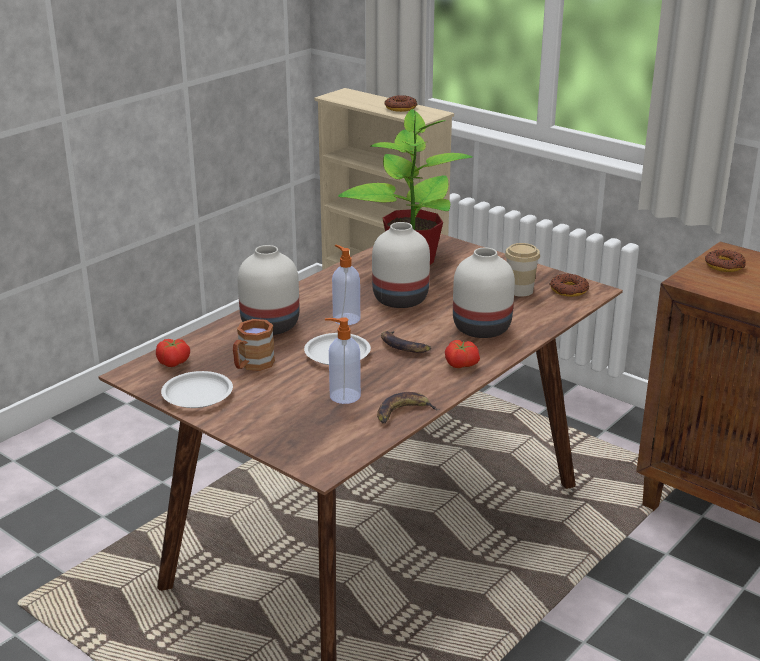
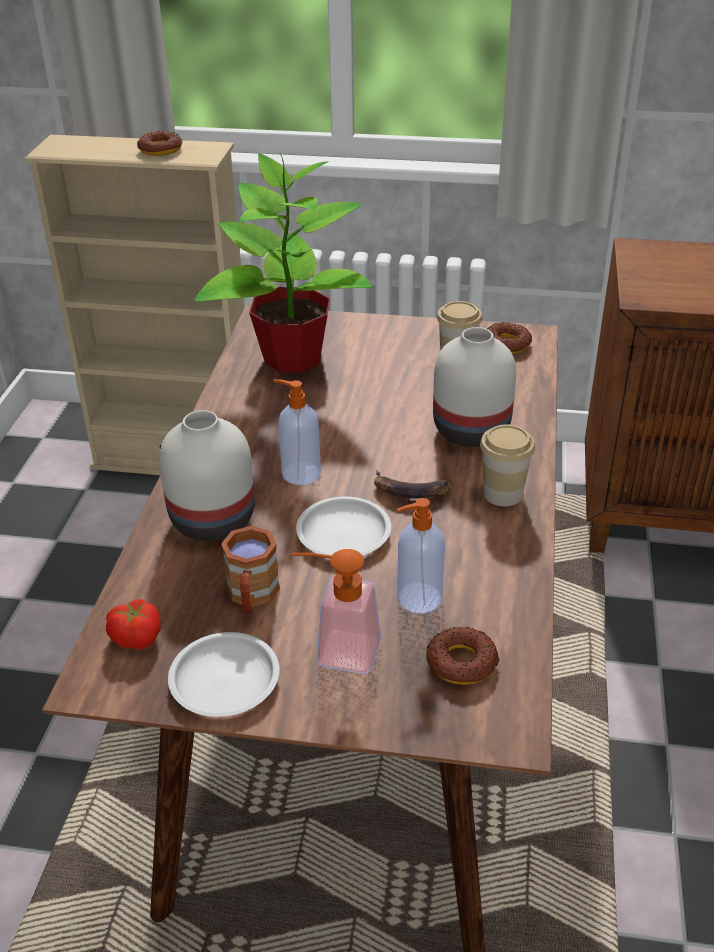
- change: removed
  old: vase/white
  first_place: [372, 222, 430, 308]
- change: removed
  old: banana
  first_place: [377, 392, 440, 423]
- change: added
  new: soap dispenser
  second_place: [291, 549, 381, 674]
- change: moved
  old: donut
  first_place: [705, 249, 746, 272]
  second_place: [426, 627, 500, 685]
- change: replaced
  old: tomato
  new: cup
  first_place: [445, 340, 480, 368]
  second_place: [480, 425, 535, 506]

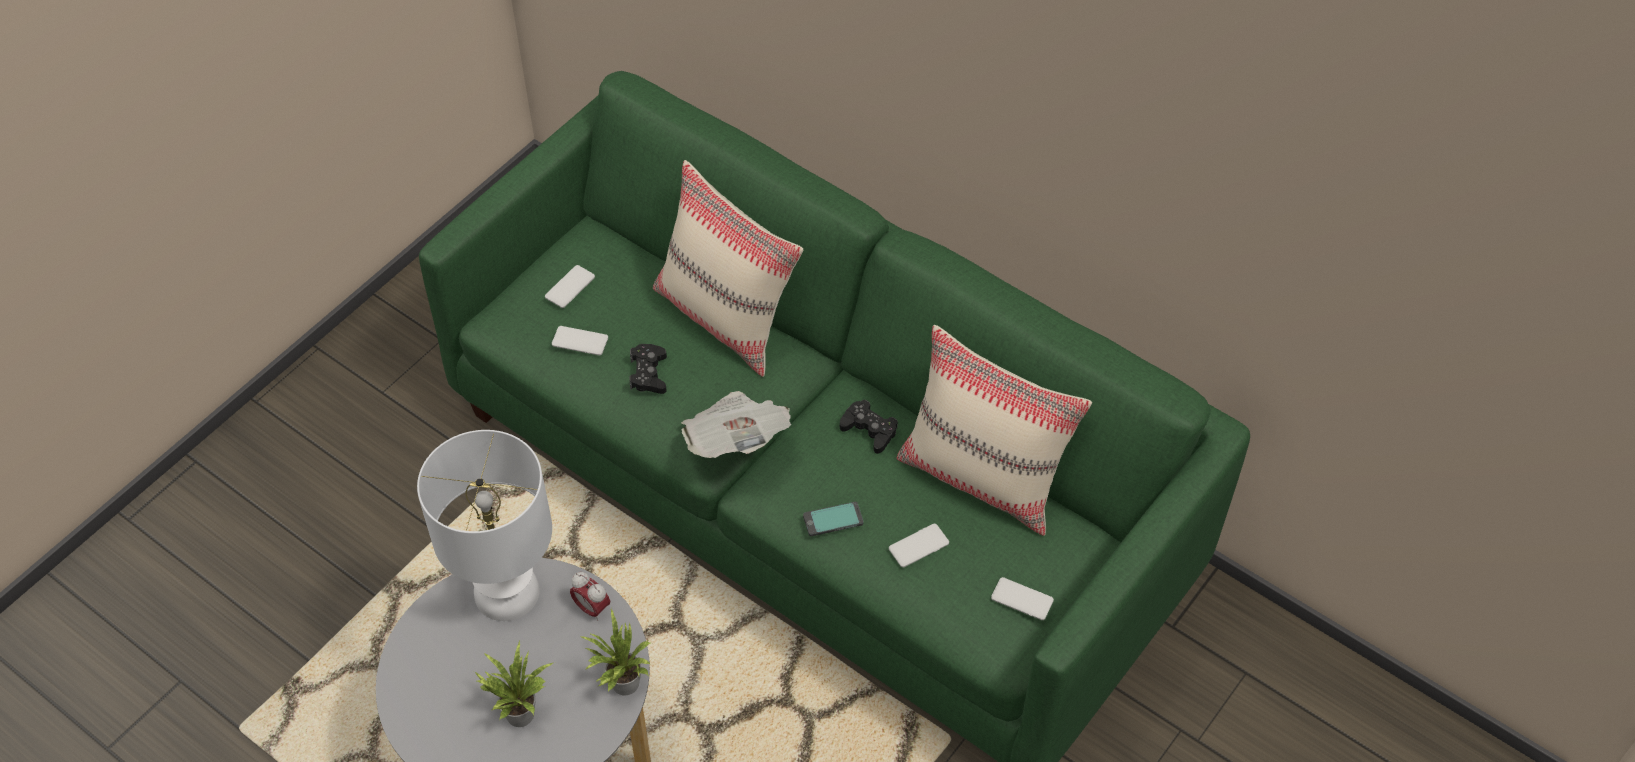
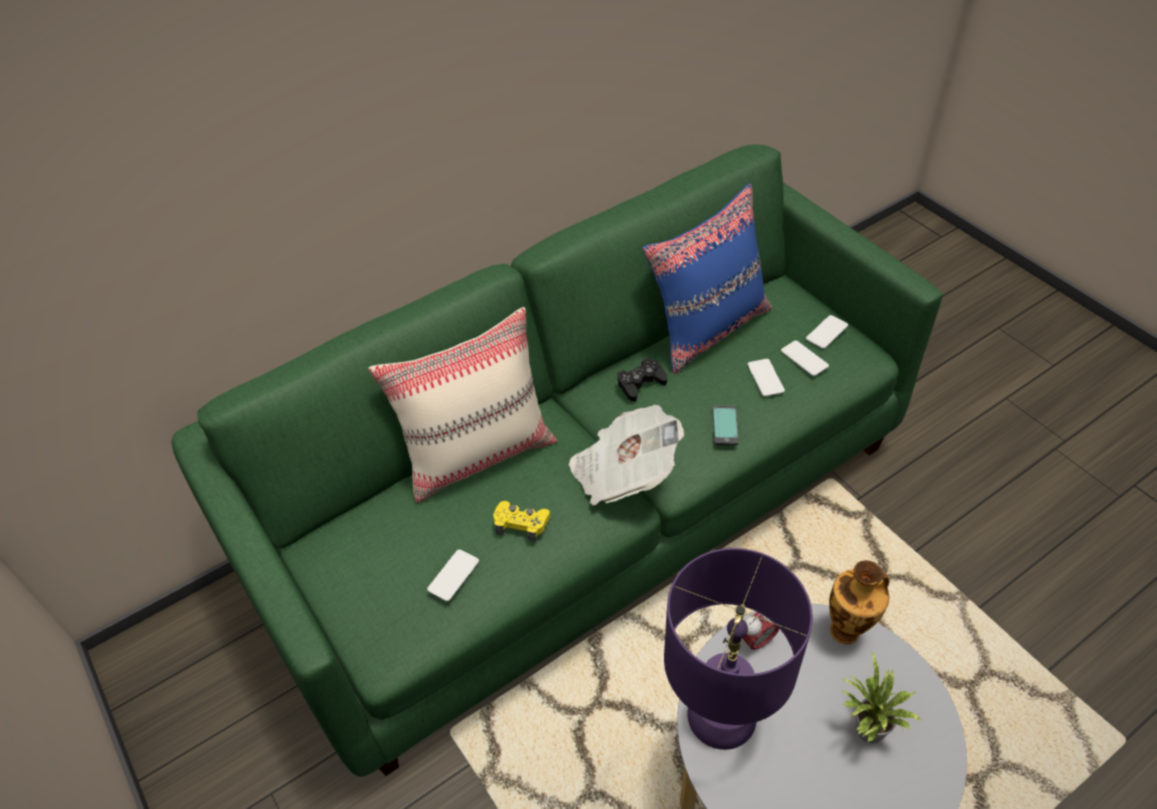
- change: moved
  old: phone
  first_place: [545, 265, 595, 308]
  second_place: [781, 341, 829, 376]
- change: replaced
  old: potted plant
  new: vase
  first_place: [581, 609, 652, 695]
  second_place: [829, 560, 889, 644]
- change: recoloured
  old: table lamp/white
  new: table lamp/purple
  first_place: [417, 430, 552, 621]
  second_place: [664, 548, 813, 750]
- change: recoloured
  old: game controller/black
  new: game controller/yellow
  first_place: [630, 344, 667, 394]
  second_place: [493, 501, 550, 542]
- change: recoloured
  old: pillow/beige
  new: pillow/blue
  first_place: [897, 325, 1092, 536]
  second_place: [642, 183, 772, 374]

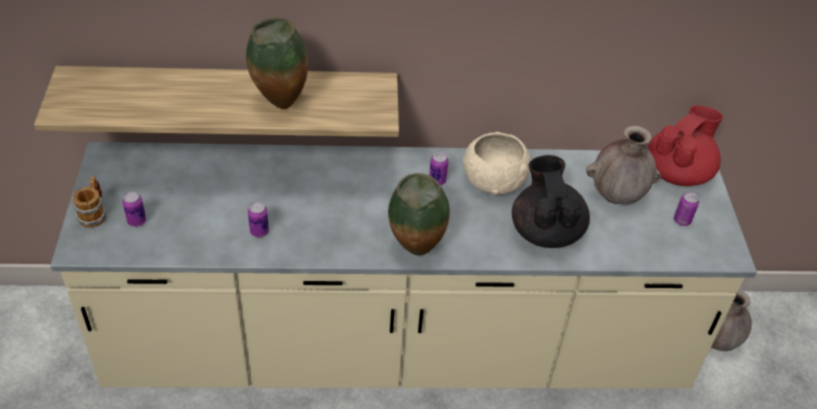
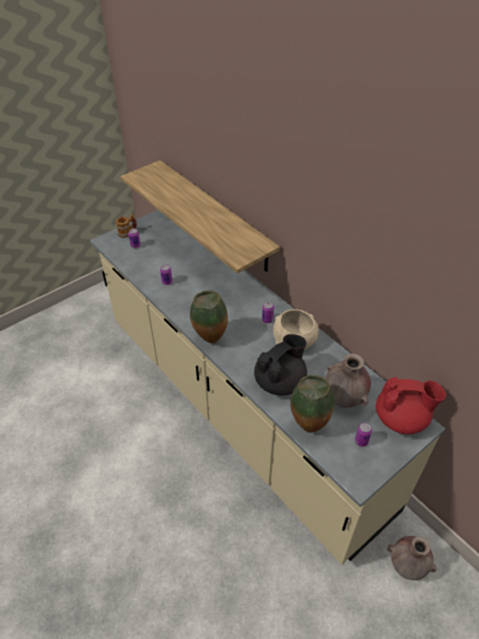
- change: moved
  old: vase
  first_place: [246, 17, 308, 109]
  second_place: [290, 375, 334, 433]

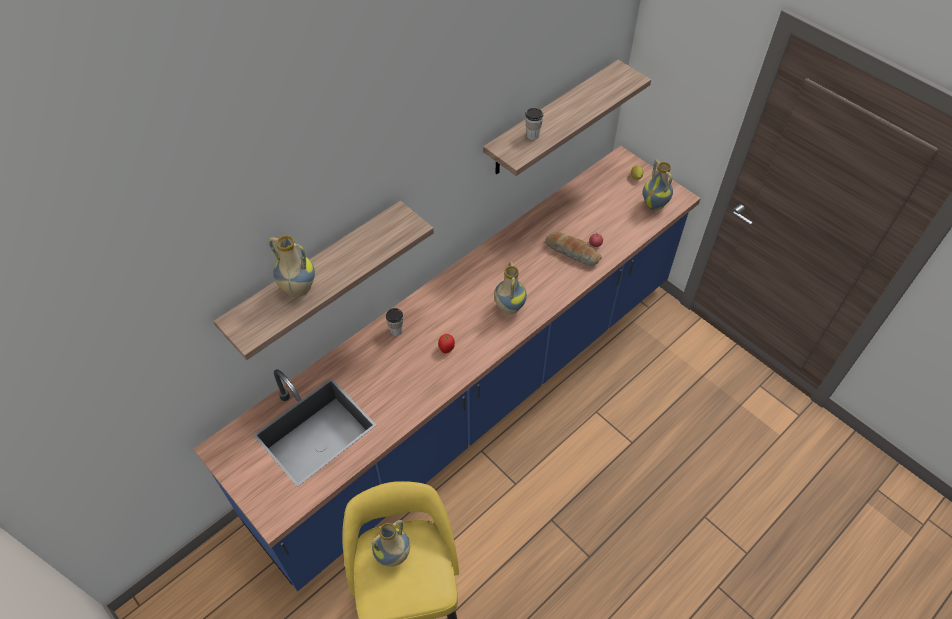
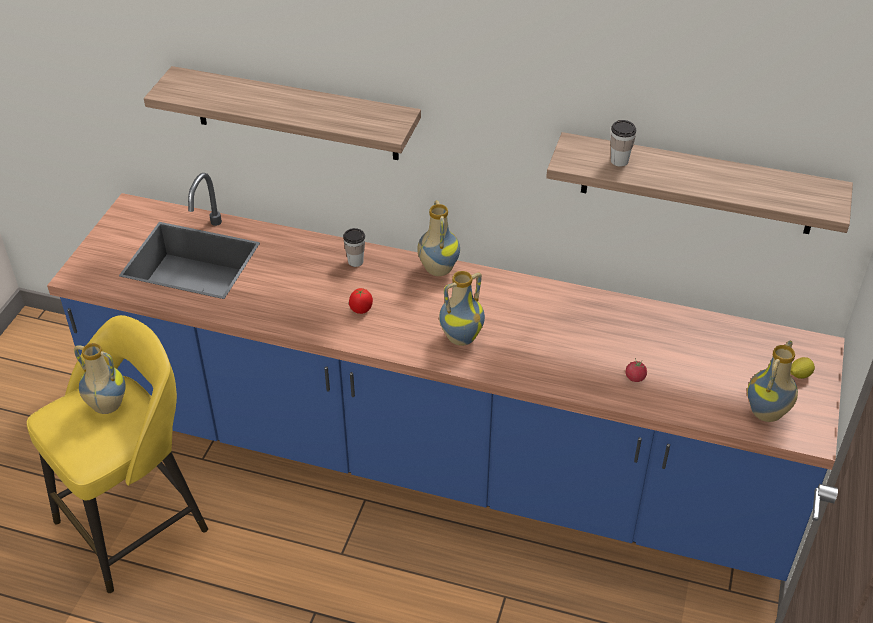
- change: removed
  old: bread
  first_place: [545, 232, 602, 266]
- change: moved
  old: vase
  first_place: [268, 235, 315, 297]
  second_place: [417, 200, 460, 276]

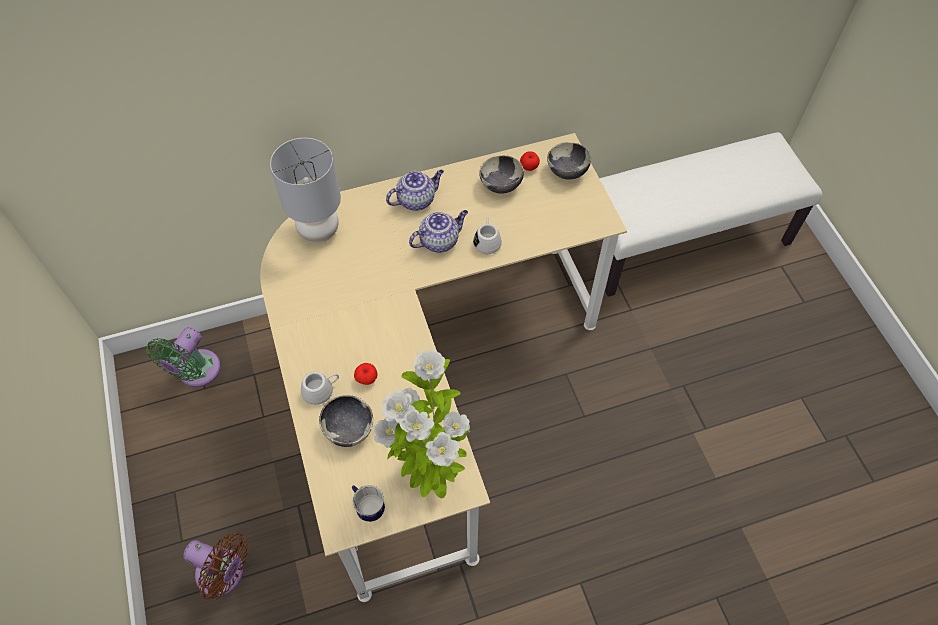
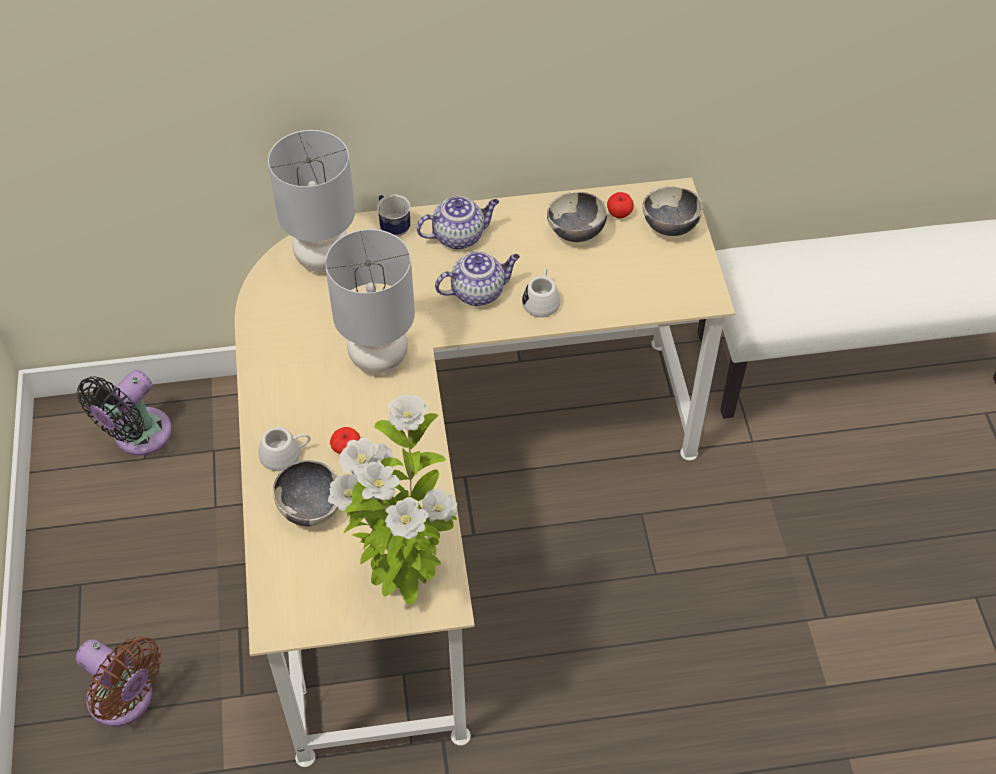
- change: added
  new: table lamp/grey
  second_place: [325, 229, 415, 374]
- change: moved
  old: mug
  first_place: [352, 485, 385, 522]
  second_place: [377, 195, 411, 237]
- change: recoloured
  old: fan/green
  new: fan/black
  first_place: [146, 327, 221, 387]
  second_place: [77, 370, 172, 456]

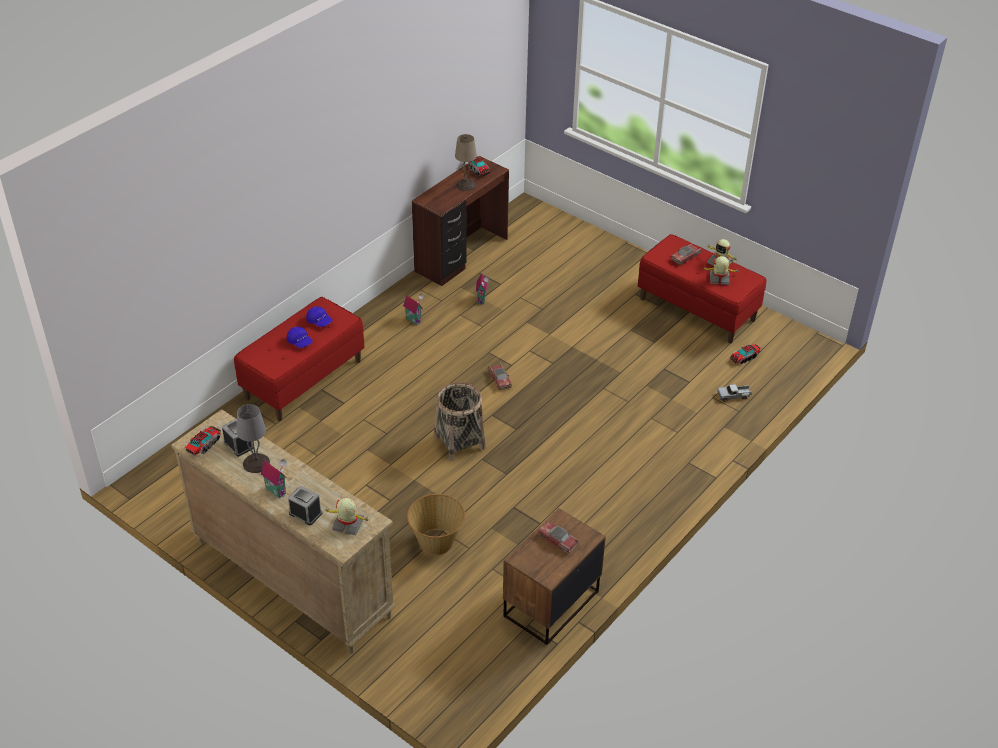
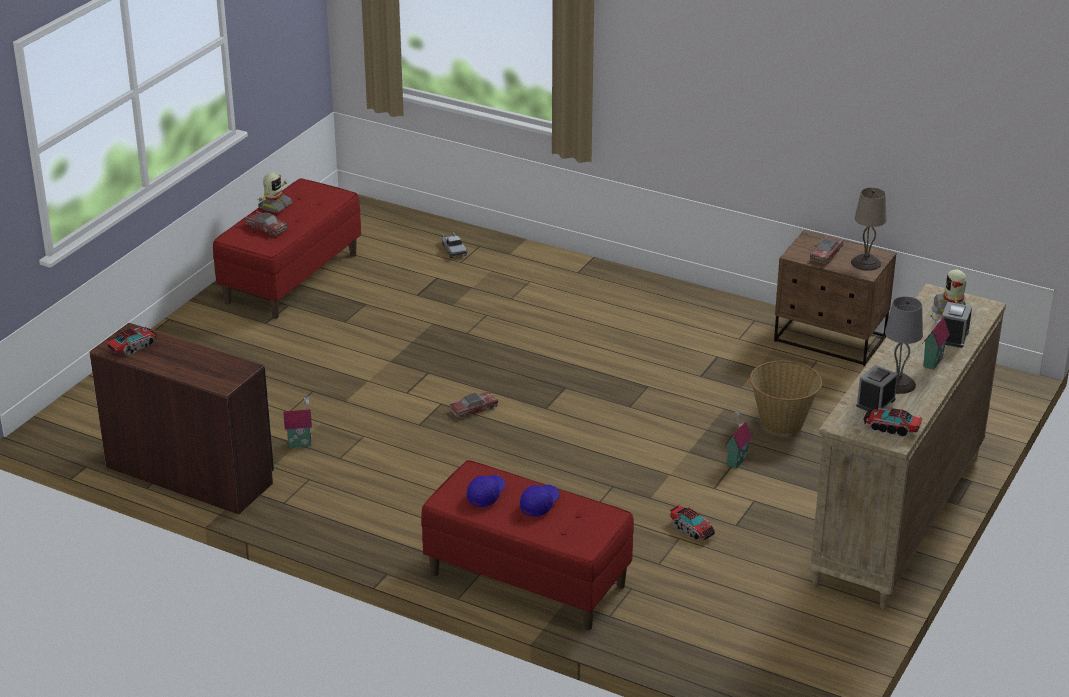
- change: removed
  old: basket
  first_place: [434, 382, 486, 461]
- change: removed
  old: toy robot
  first_place: [703, 256, 738, 285]
- change: moved
  old: toy house
  first_place: [403, 294, 424, 325]
  second_place: [725, 411, 752, 469]
- change: moved
  old: table lamp/beige
  first_place: [455, 134, 477, 191]
  second_place: [851, 188, 887, 271]
- change: moved
  old: toy truck
  first_place: [730, 344, 761, 364]
  second_place: [669, 504, 715, 540]

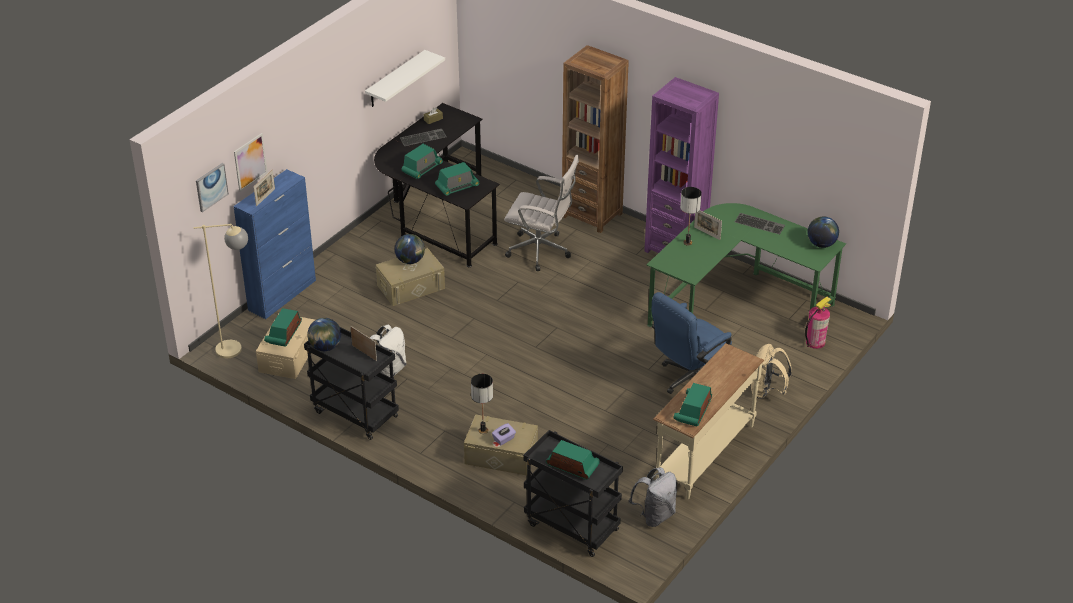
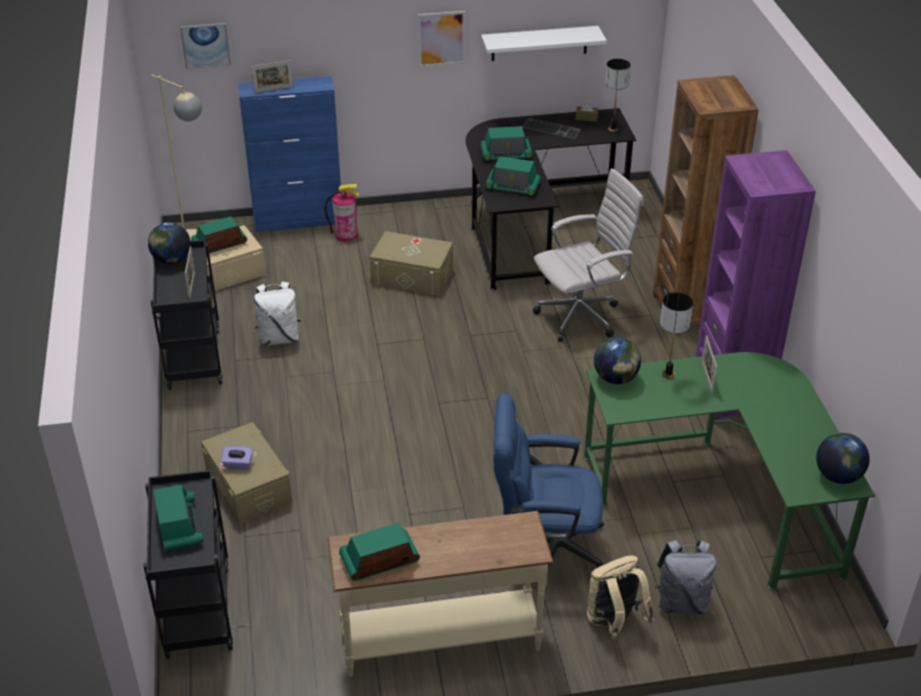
- change: removed
  old: keyboard
  first_place: [735, 213, 785, 235]
- change: moved
  old: picture
  first_place: [234, 133, 268, 192]
  second_place: [418, 11, 465, 67]
- change: moved
  old: globe
  first_place: [395, 234, 425, 264]
  second_place: [594, 337, 641, 384]
- change: moved
  old: table lamp
  first_place: [471, 374, 493, 434]
  second_place: [605, 59, 631, 132]
- change: moved
  old: backpack/grey
  first_place: [629, 467, 677, 527]
  second_place: [655, 540, 716, 614]
- change: moved
  old: fire extinguisher
  first_place: [805, 297, 832, 349]
  second_place: [325, 184, 360, 242]
- change: turned
  old: office chair/white
  first_place: [504, 155, 579, 271]
  second_place: [533, 168, 644, 342]
  degrees: -90

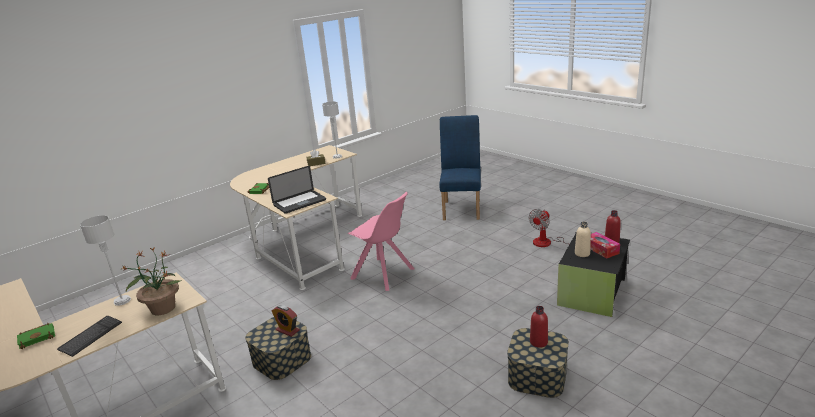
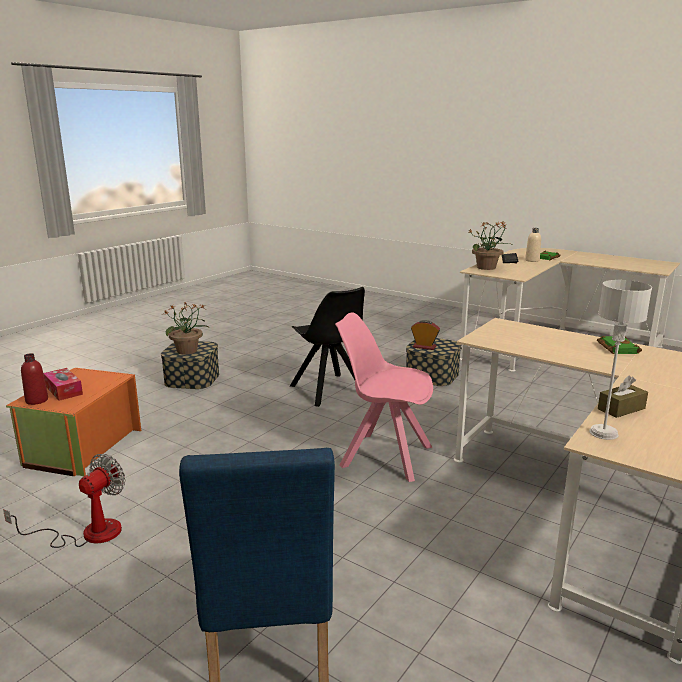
- change: removed
  old: table lamp/grey
  first_place: [80, 215, 131, 306]
- change: removed
  old: laptop
  first_place: [268, 166, 326, 214]
- change: added
  new: chair/black
  second_place: [290, 287, 365, 407]
- change: moved
  old: bottle/beige
  first_place: [575, 222, 591, 257]
  second_place: [525, 228, 541, 262]
- change: replaced
  old: bottle/red
  new: potted plant
  first_place: [530, 306, 548, 348]
  second_place: [162, 302, 210, 355]
- change: recoloured
  old: storage box/black
  new: storage box/orange
  first_place: [557, 233, 630, 317]
  second_place: [6, 368, 141, 476]

